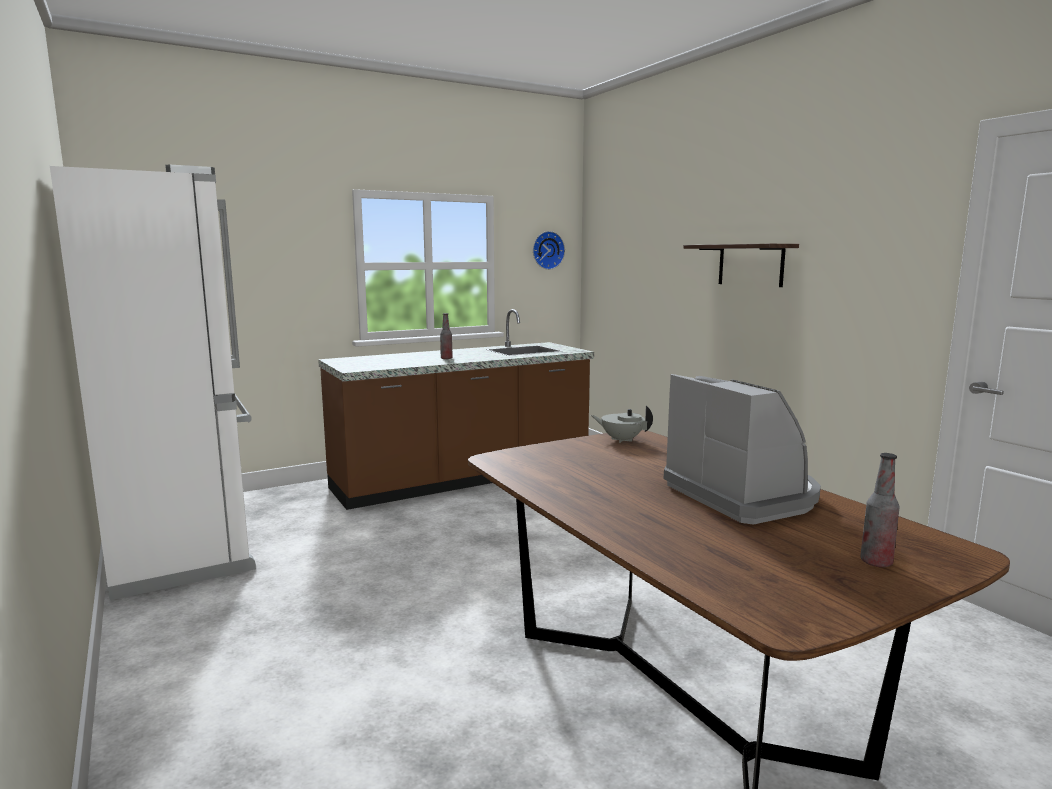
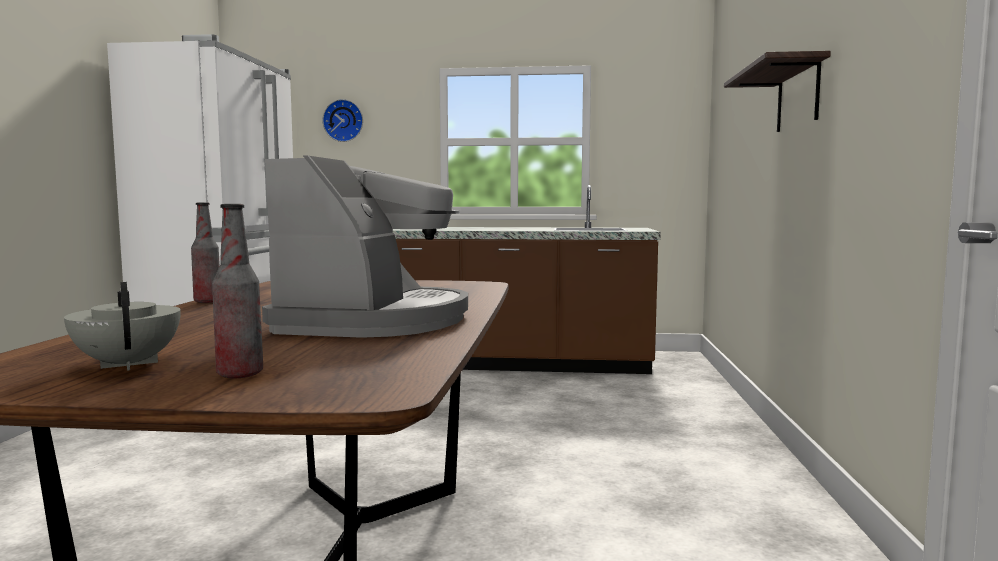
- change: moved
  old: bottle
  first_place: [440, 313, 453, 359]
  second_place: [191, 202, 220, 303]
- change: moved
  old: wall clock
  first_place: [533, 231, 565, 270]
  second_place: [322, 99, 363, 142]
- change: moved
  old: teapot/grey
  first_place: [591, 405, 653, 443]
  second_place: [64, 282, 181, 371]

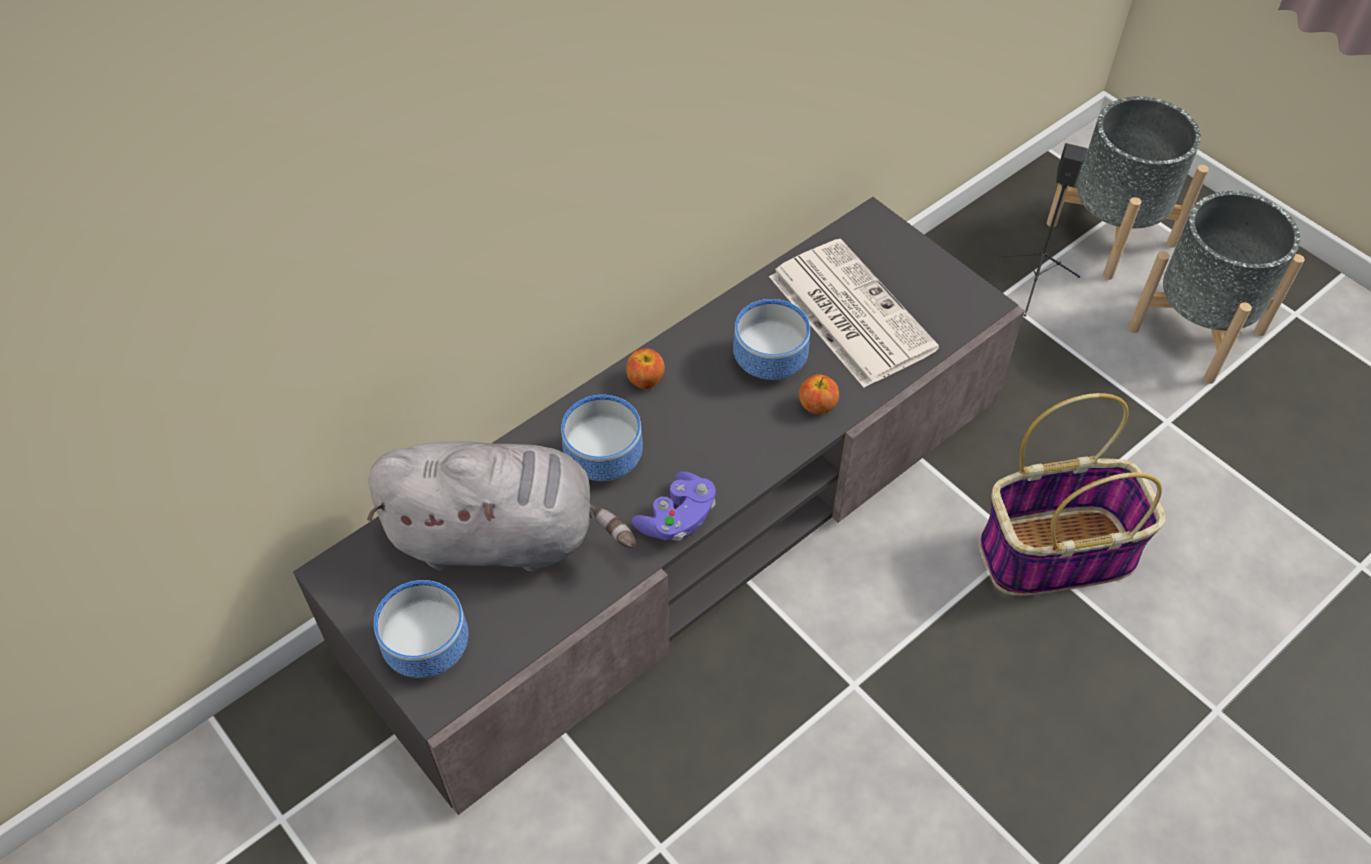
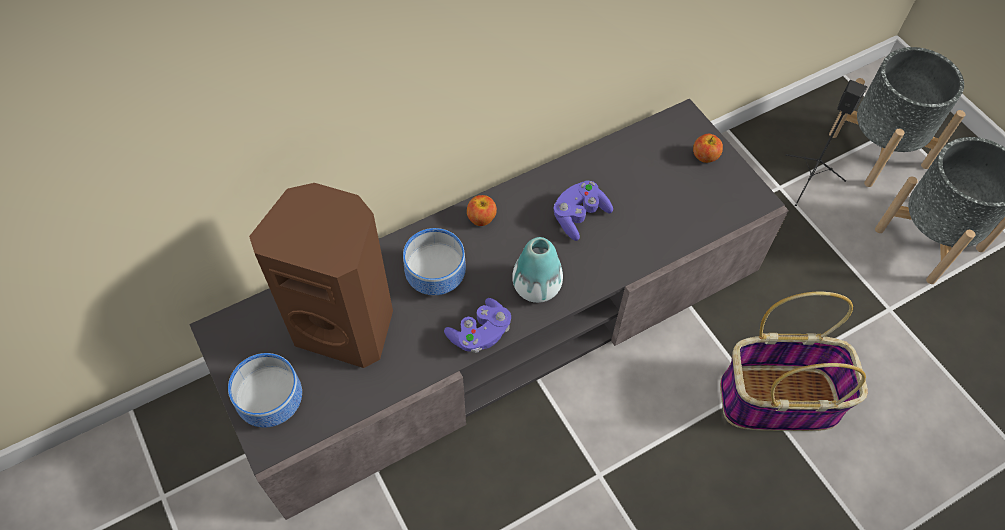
- change: removed
  old: newspaper
  first_place: [769, 239, 939, 388]
- change: added
  new: vase
  second_place: [512, 237, 563, 303]
- change: moved
  old: apple
  first_place: [799, 374, 839, 414]
  second_place: [693, 134, 723, 163]
- change: replaced
  old: plush toy/grey
  new: speaker/brown
  first_place: [367, 441, 636, 572]
  second_place: [249, 183, 393, 368]
- change: replaced
  old: bowl
  new: game controller/purple
  first_place: [733, 299, 810, 380]
  second_place: [554, 180, 613, 241]

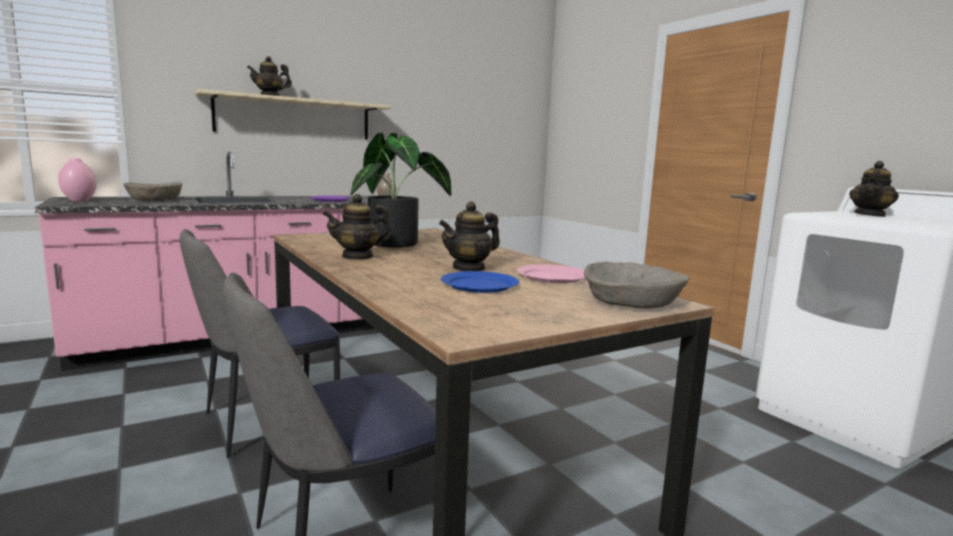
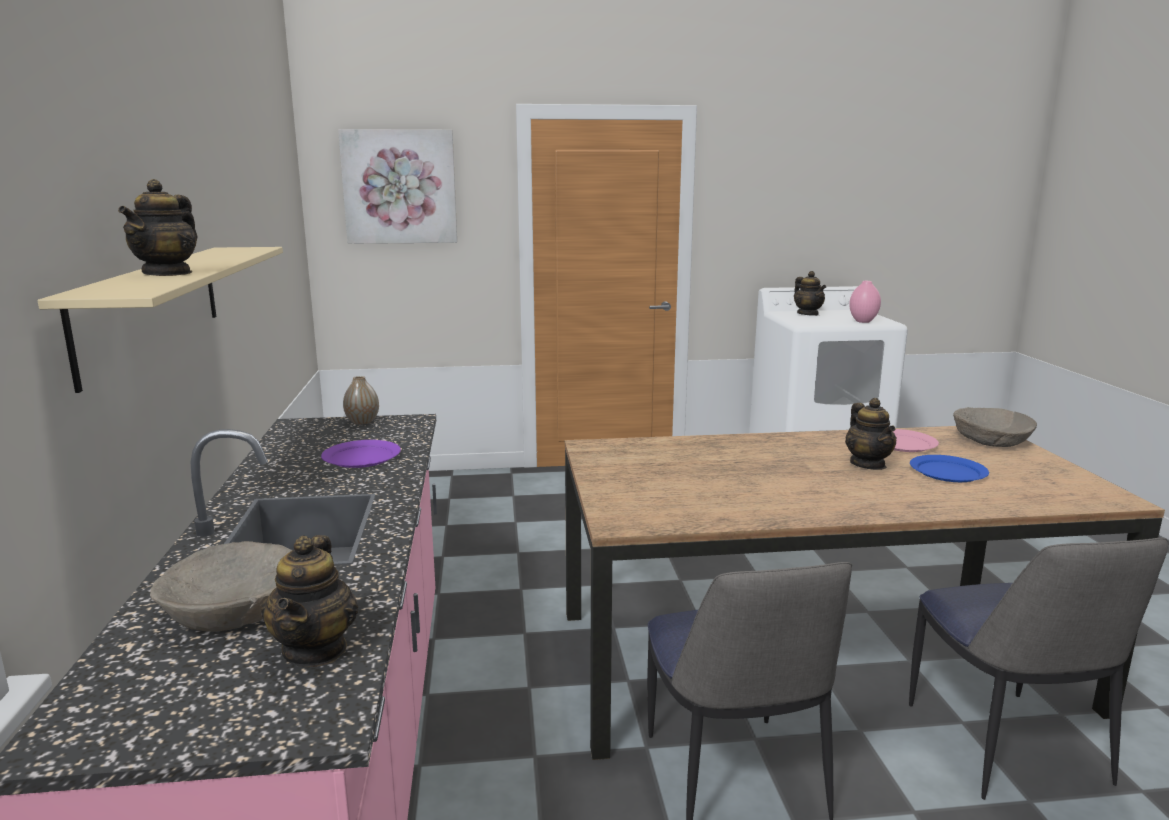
- change: removed
  old: potted plant
  first_place: [351, 133, 451, 248]
- change: added
  new: picture
  second_place: [338, 129, 457, 244]
- change: moved
  old: vase/pink
  first_place: [58, 158, 96, 202]
  second_place: [849, 281, 881, 323]
- change: moved
  old: teapot
  first_place: [323, 194, 392, 260]
  second_place: [261, 535, 358, 667]

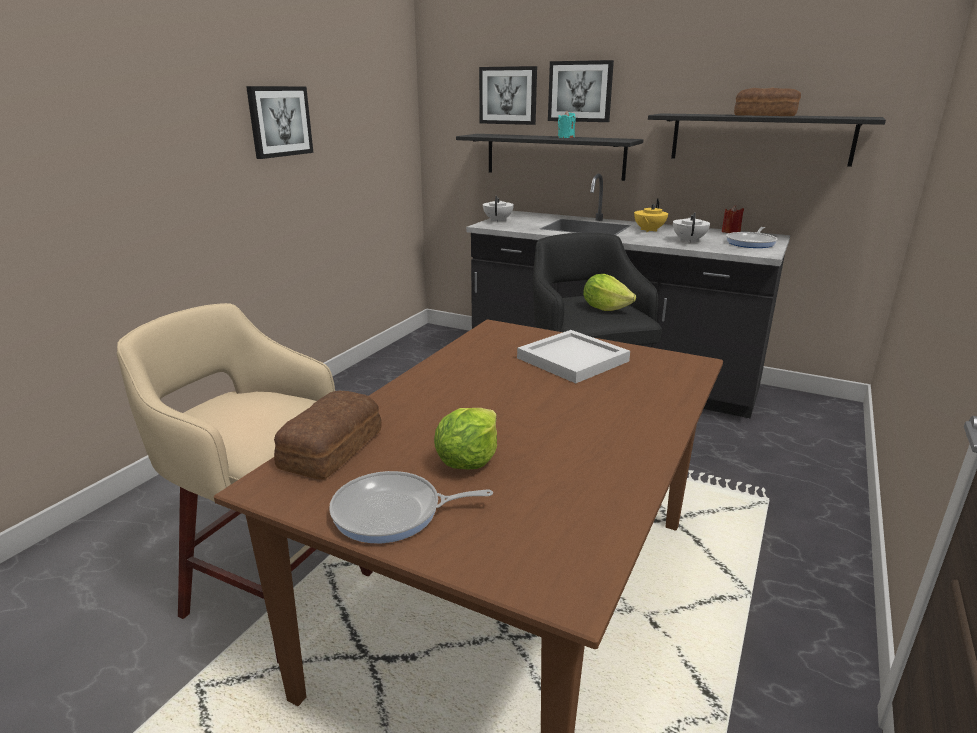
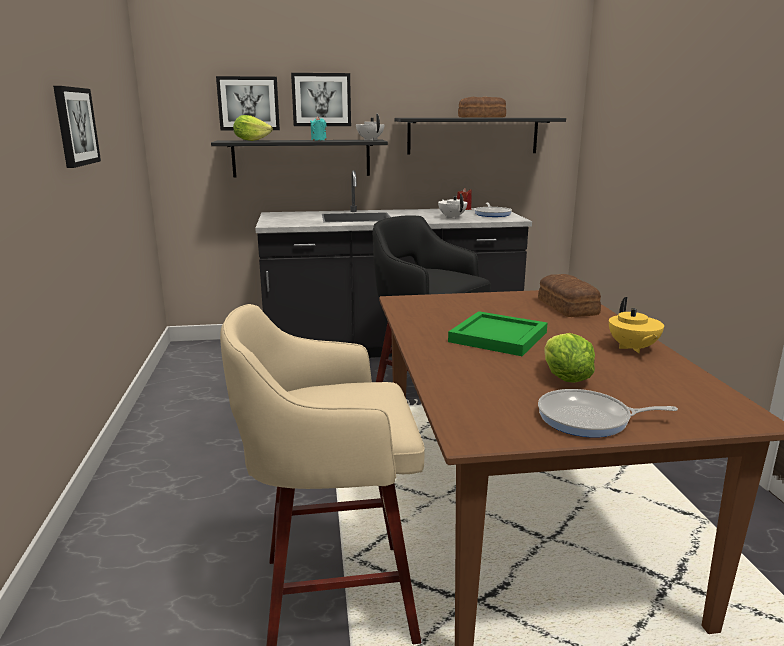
- change: removed
  old: tray/white
  first_place: [517, 330, 630, 383]
- change: added
  new: tray/green
  second_place: [448, 311, 548, 356]
- change: moved
  old: bread
  first_place: [274, 391, 382, 479]
  second_place: [538, 274, 601, 317]
- change: moved
  old: teapot/white
  first_place: [483, 196, 514, 222]
  second_place: [356, 114, 385, 140]
- change: moved
  old: lettuce
  first_place: [583, 274, 636, 311]
  second_place: [233, 115, 273, 141]
- change: moved
  old: teapot/yellow
  first_place: [634, 198, 668, 232]
  second_place: [609, 297, 664, 353]
- change: turned
  old: frying pan
  first_place: [329, 471, 493, 543]
  second_place: [538, 389, 678, 438]
  degrees: 45

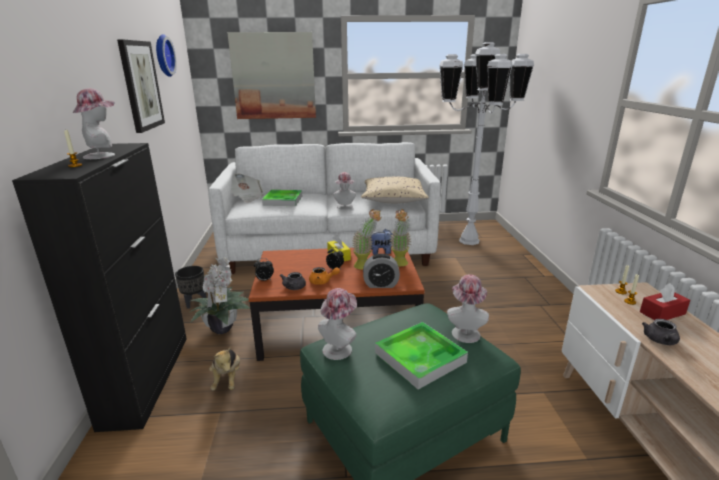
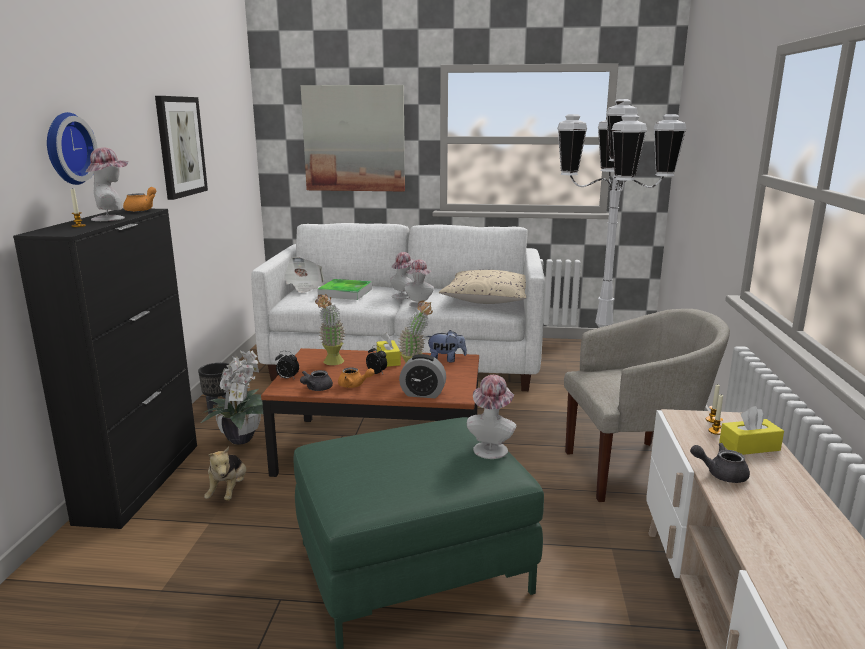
- change: removed
  old: tray
  first_place: [375, 322, 468, 390]
- change: added
  new: teapot/orange
  second_place: [123, 187, 156, 212]
- change: added
  new: armchair/beige
  second_place: [564, 309, 730, 502]
- change: moved
  old: wall clock
  first_place: [156, 34, 177, 77]
  second_place: [47, 112, 98, 185]
- change: moved
  old: hat
  first_place: [318, 288, 357, 360]
  second_place: [390, 252, 415, 299]
- change: moved
  old: potted plant
  first_place: [389, 209, 411, 266]
  second_place: [315, 294, 345, 365]
- change: recoloured
  old: tissue box/red
  new: tissue box/yellow
  first_place: [640, 283, 690, 320]
  second_place: [719, 406, 784, 455]
- change: turned
  old: teapot/grey
  first_place: [642, 319, 680, 345]
  second_place: [690, 443, 750, 483]
  degrees: 75

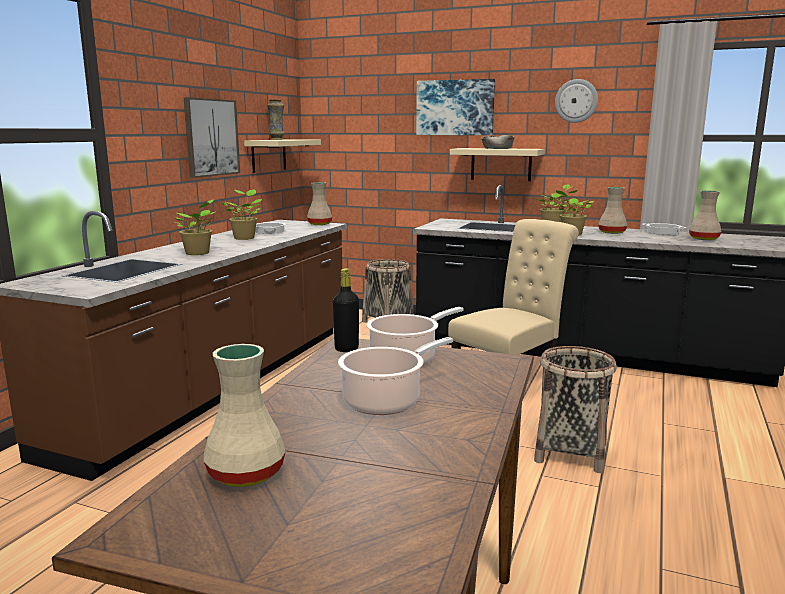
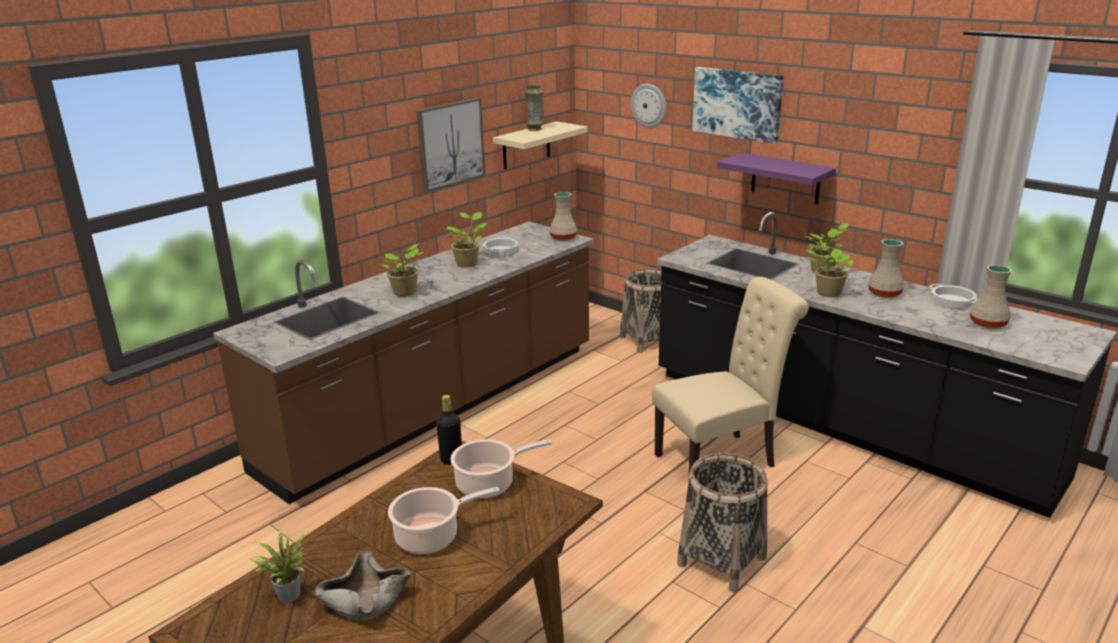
- change: moved
  old: bowl/beige
  first_place: [481, 135, 514, 149]
  second_place: [314, 551, 411, 620]
- change: moved
  old: wall clock
  first_place: [555, 79, 598, 123]
  second_place: [631, 84, 666, 128]
- change: replaced
  old: vase/beige
  new: potted plant
  first_place: [204, 344, 286, 487]
  second_place: [249, 528, 310, 603]
- change: recoloured
  old: shelf/beige
  new: shelf/purple
  first_place: [450, 148, 545, 181]
  second_place: [717, 153, 836, 204]

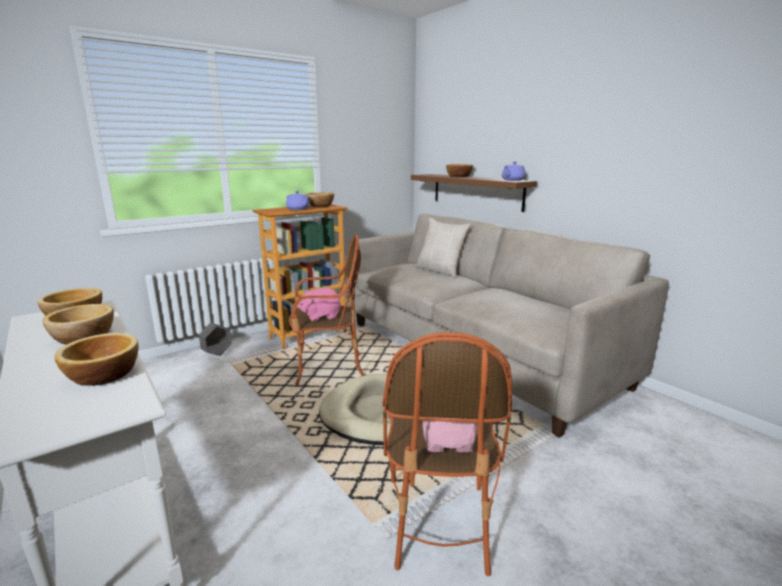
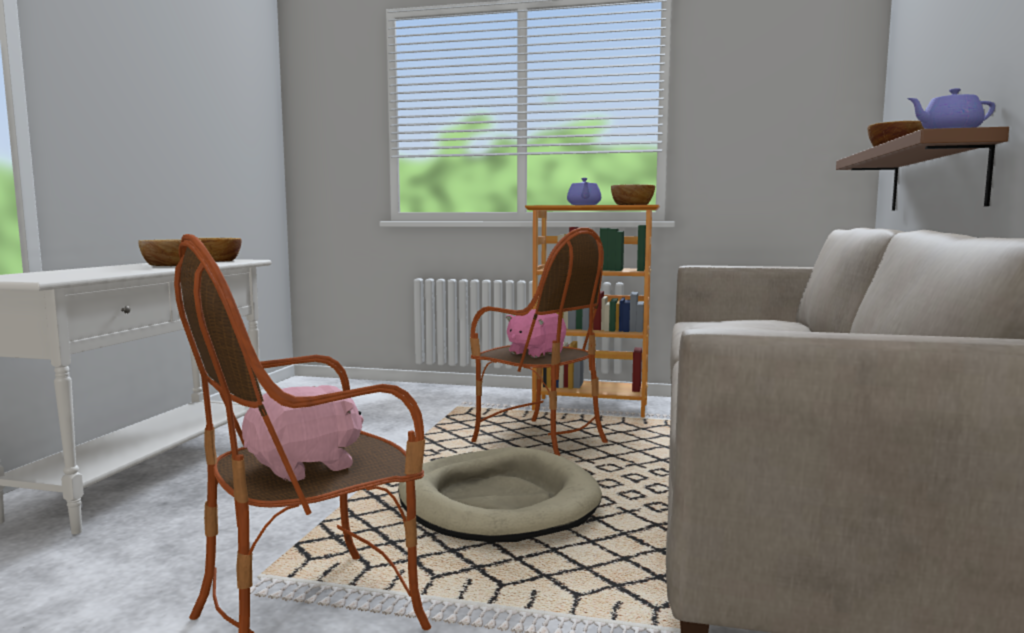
- change: removed
  old: bowl
  first_place: [54, 333, 139, 386]
- change: removed
  old: planter/grey
  first_place: [199, 323, 232, 356]
- change: removed
  old: pillow/beige
  first_place: [415, 217, 471, 278]
- change: turned
  old: plush toy/pink
  first_place: [298, 288, 340, 321]
  second_place: [506, 309, 566, 358]
  degrees: -75

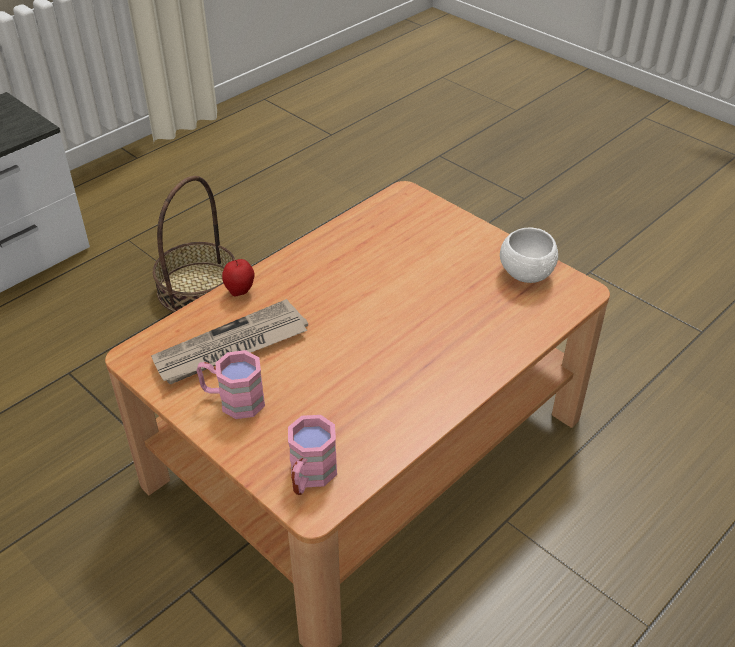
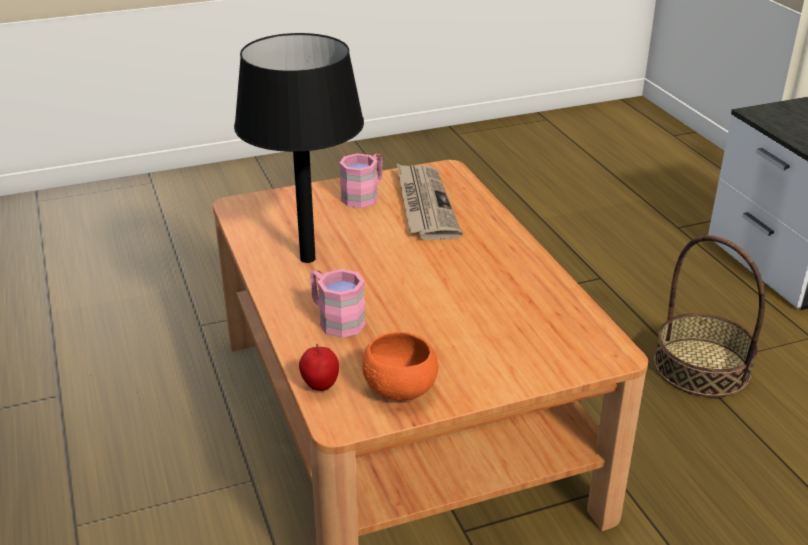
- change: added
  new: table lamp/black
  second_place: [234, 33, 364, 263]
- change: moved
  old: apple
  first_place: [222, 259, 255, 297]
  second_place: [299, 344, 339, 391]
- change: moved
  old: mug/pink
  first_place: [288, 415, 337, 495]
  second_place: [310, 269, 366, 338]
- change: recoloured
  old: bowl/white
  new: bowl/orange
  first_place: [500, 228, 558, 283]
  second_place: [362, 332, 438, 400]

